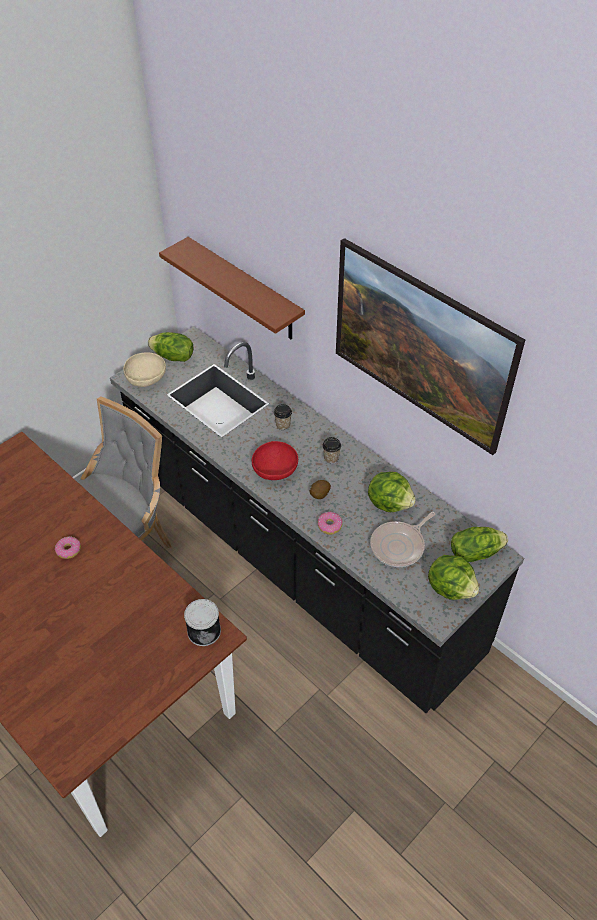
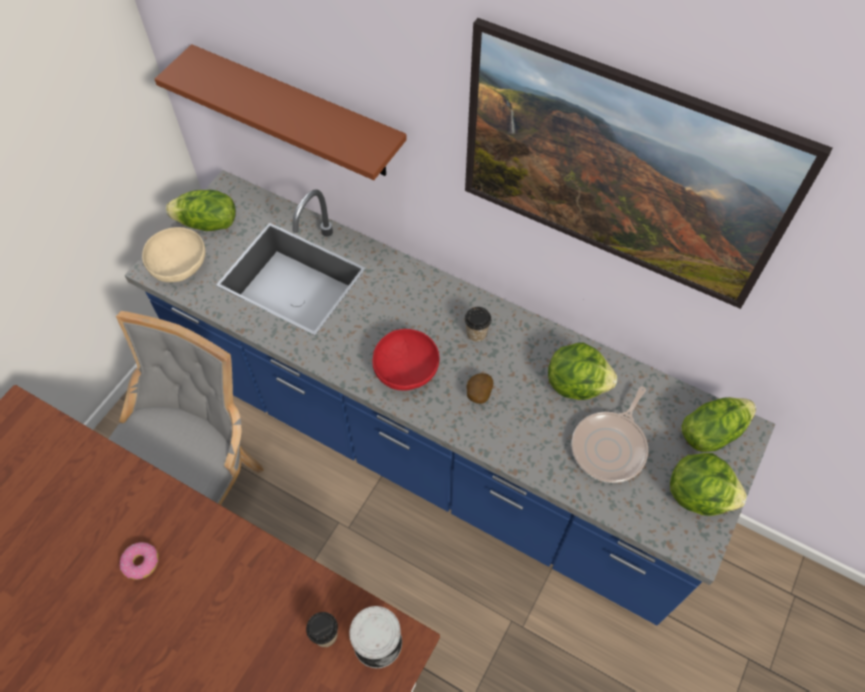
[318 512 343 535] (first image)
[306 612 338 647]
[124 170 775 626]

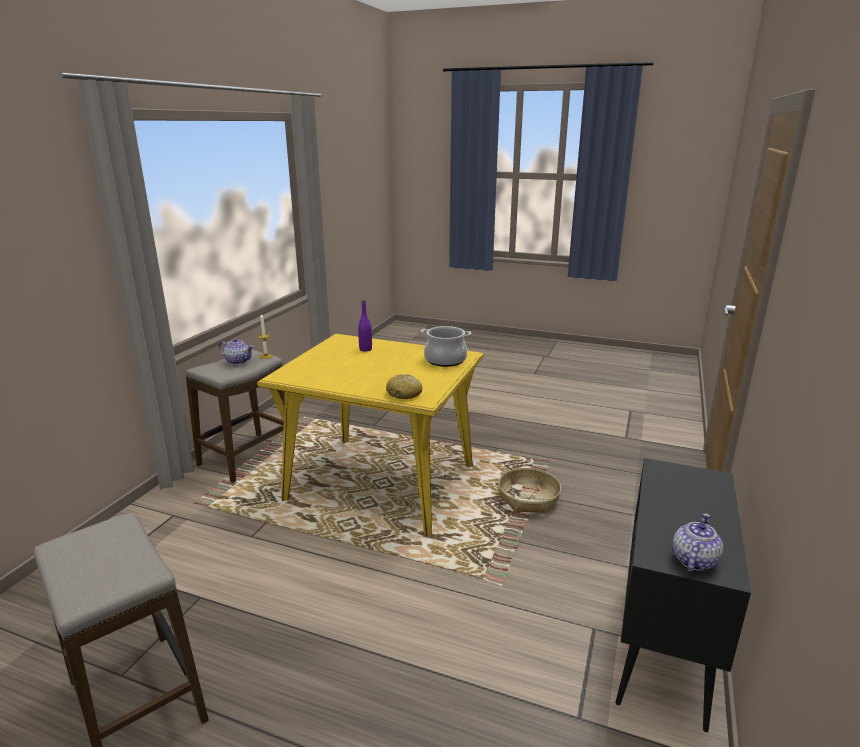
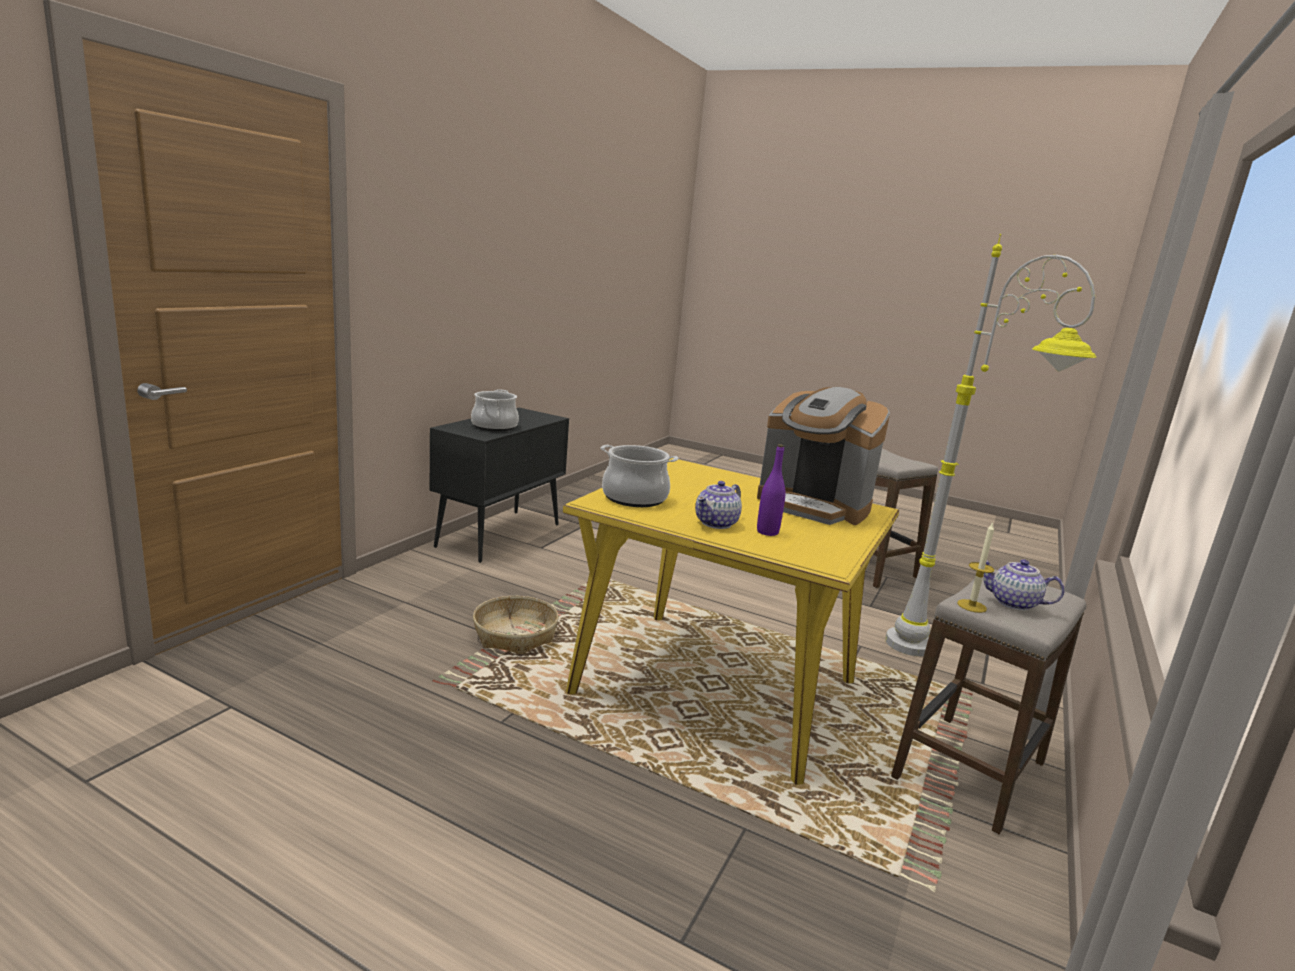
[386 374 422 399] (first image)
[471 389 519 432]
[757 387 890 525]
[885 234 1097 656]
[695 481 742 529]

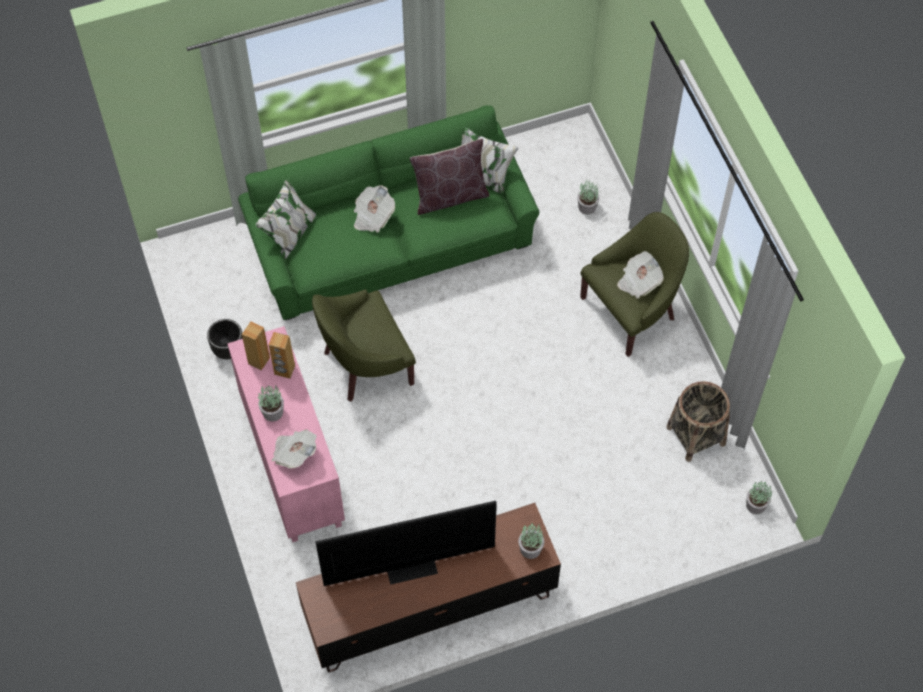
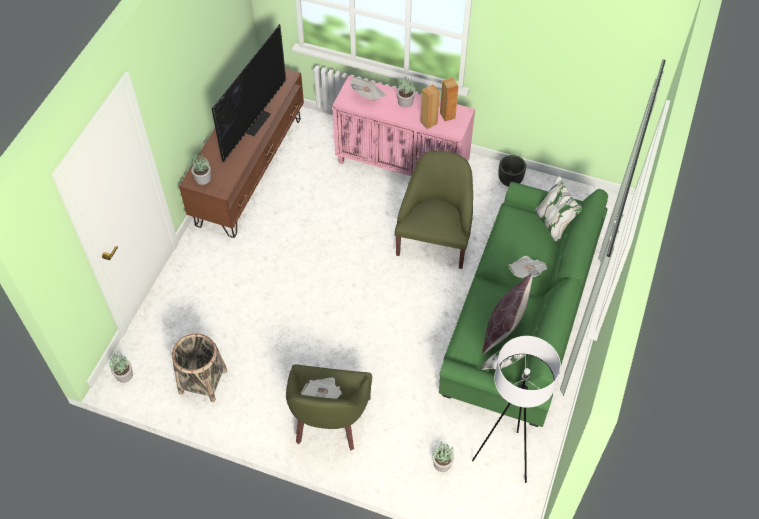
[472 336 561 483]

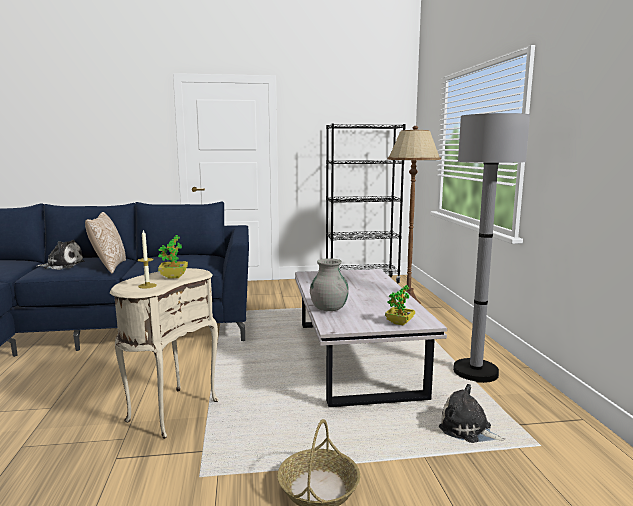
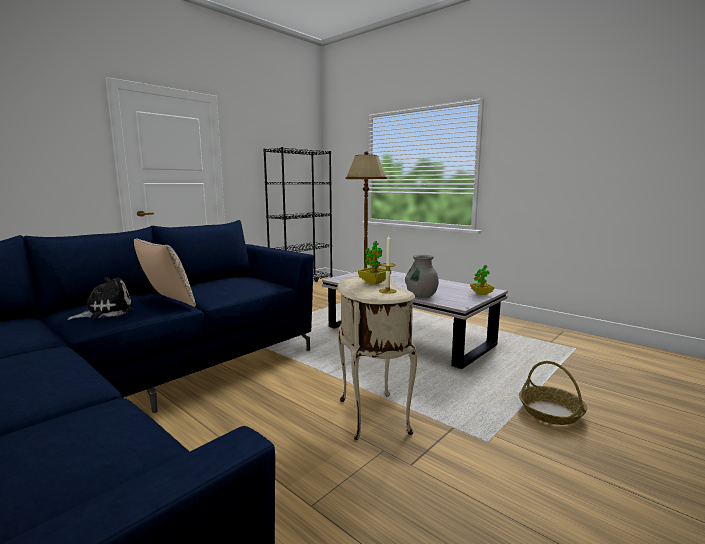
[439 384 506 443] (first image)
[453 113 530 383] (first image)

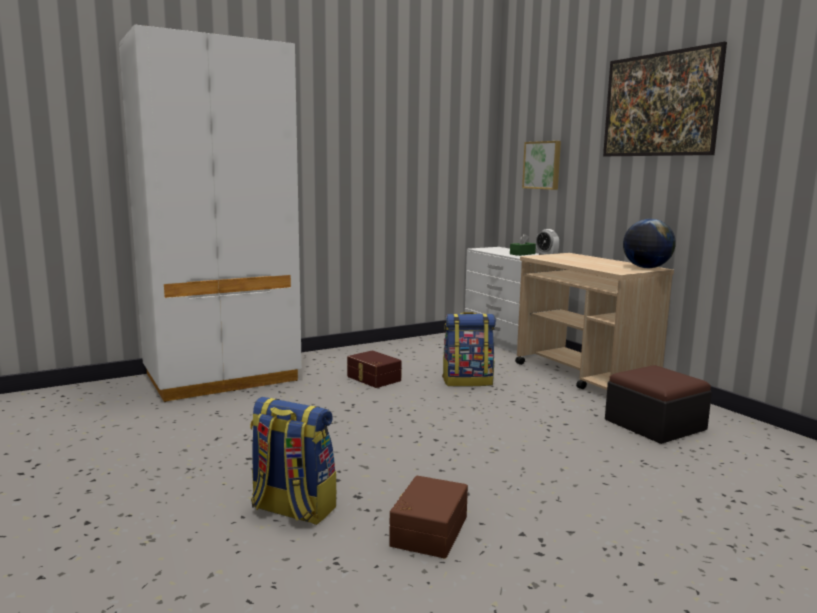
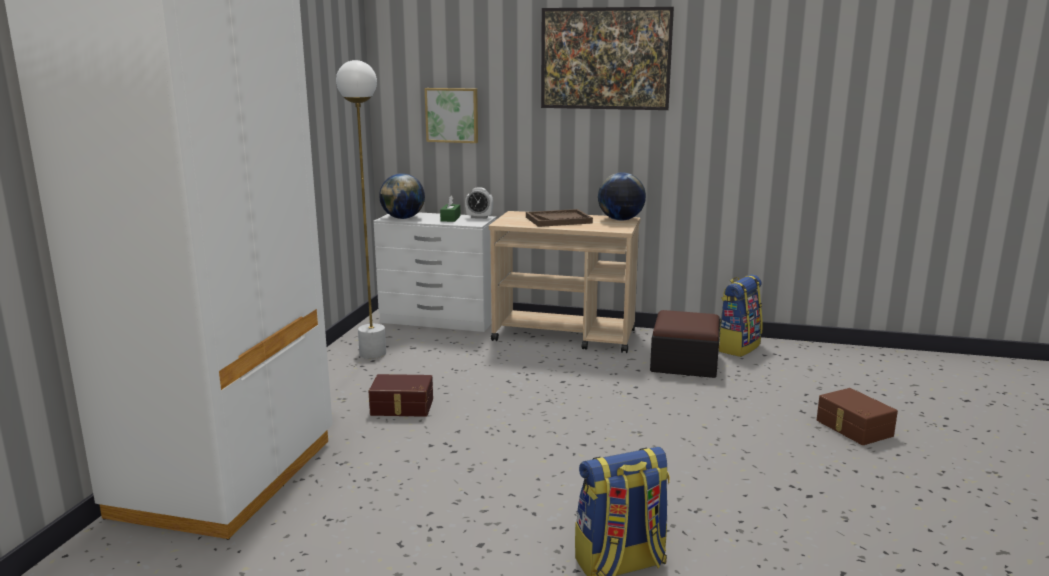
[336 60 386 359]
[379 173 425 219]
[526 209 593 227]
[817 388 898 445]
[719 274 763 357]

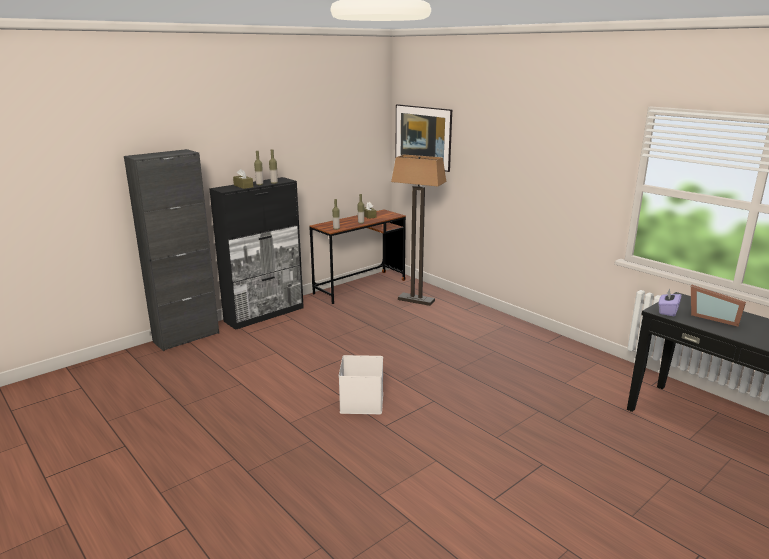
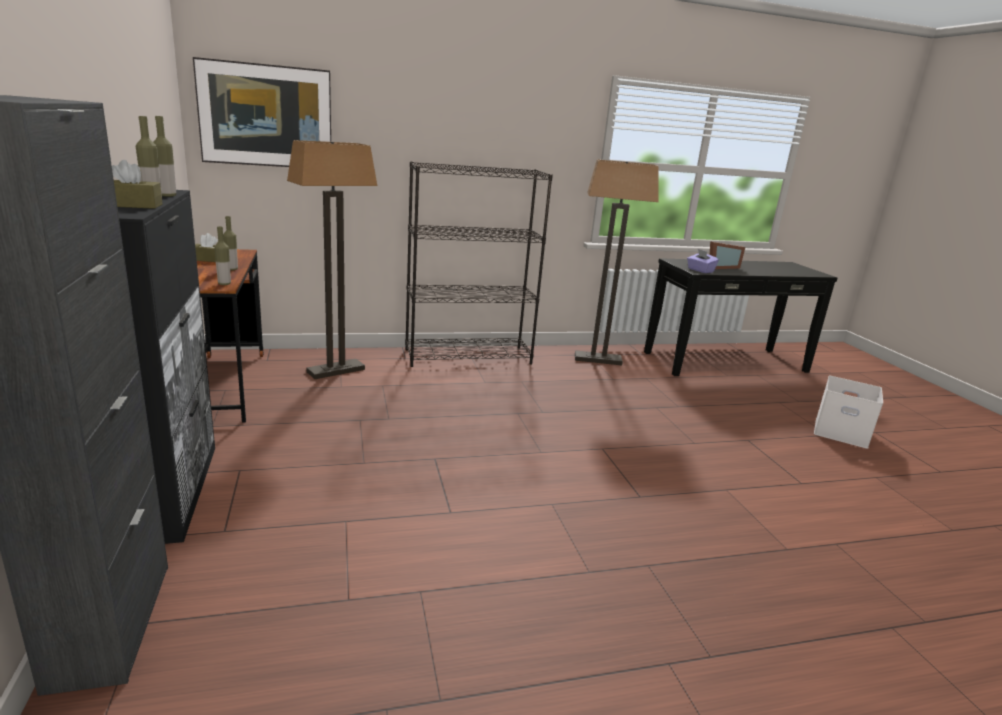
[405 161 553 367]
[575 159 659 365]
[814 376 883 449]

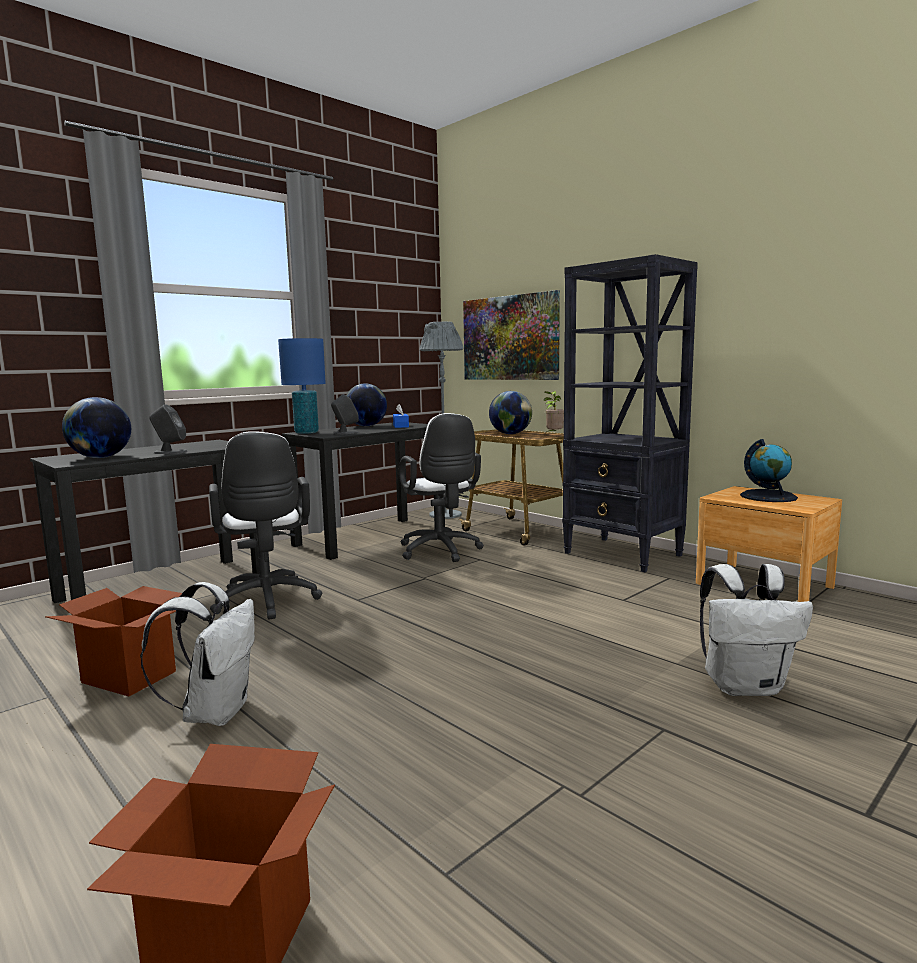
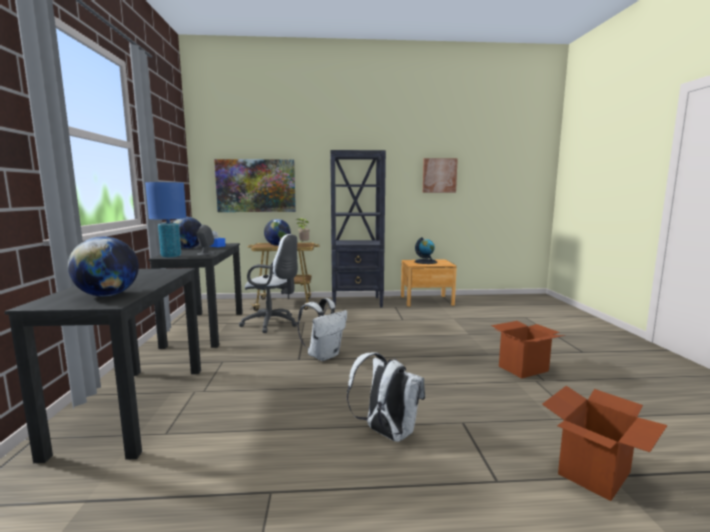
[149 404 188 454] (first image)
[209 431 322 619] (first image)
[419 321 463 519] (first image)
[423 158 458 193]
[491 321 565 378]
[298 298 347 361]

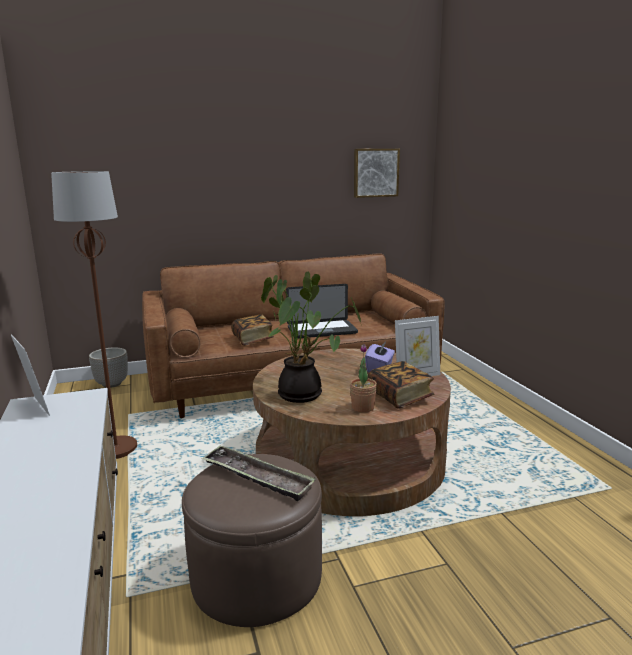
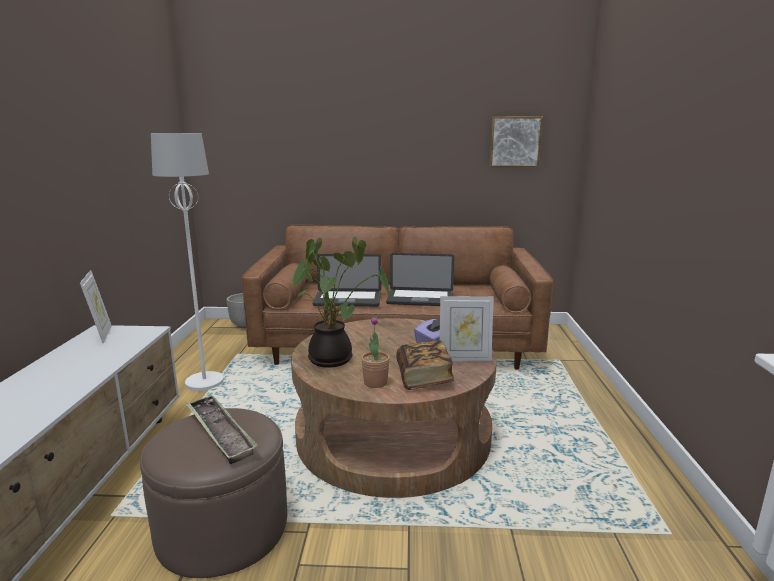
[312 254 381 307]
[151 133 224 391]

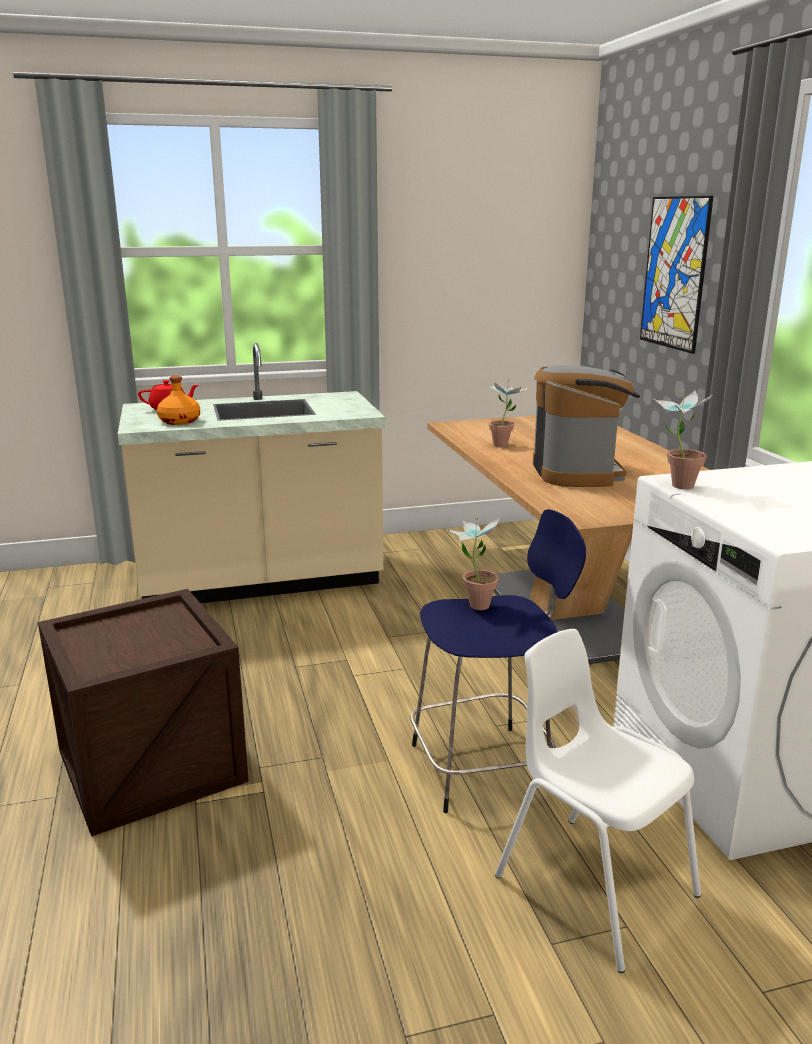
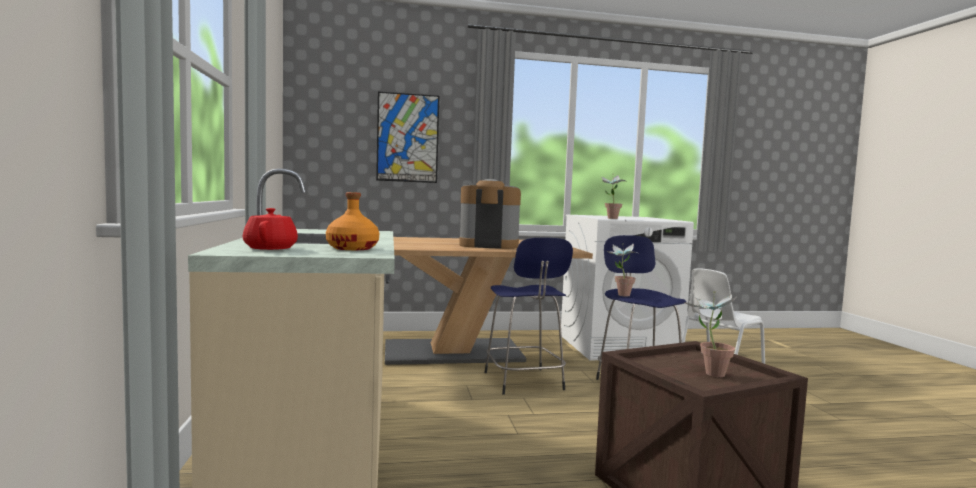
[484 238 573 395]
[683 291 737 377]

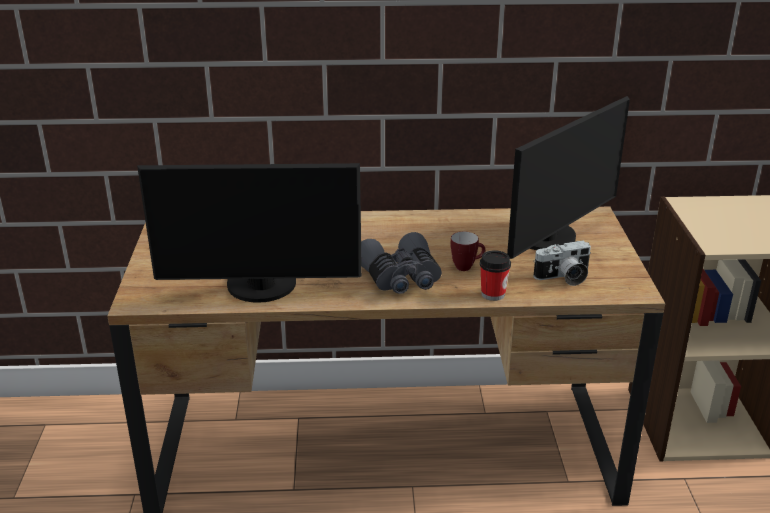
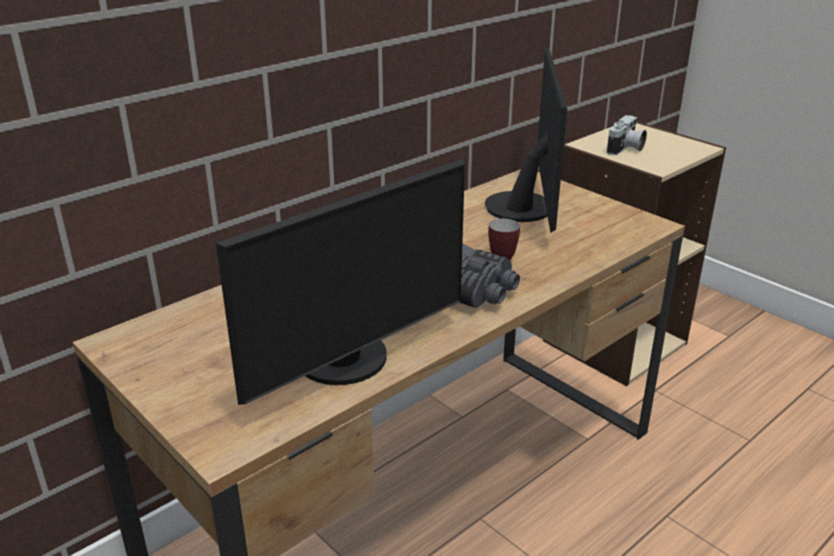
[480 250 511 301] (first image)
[607 115 647 155]

